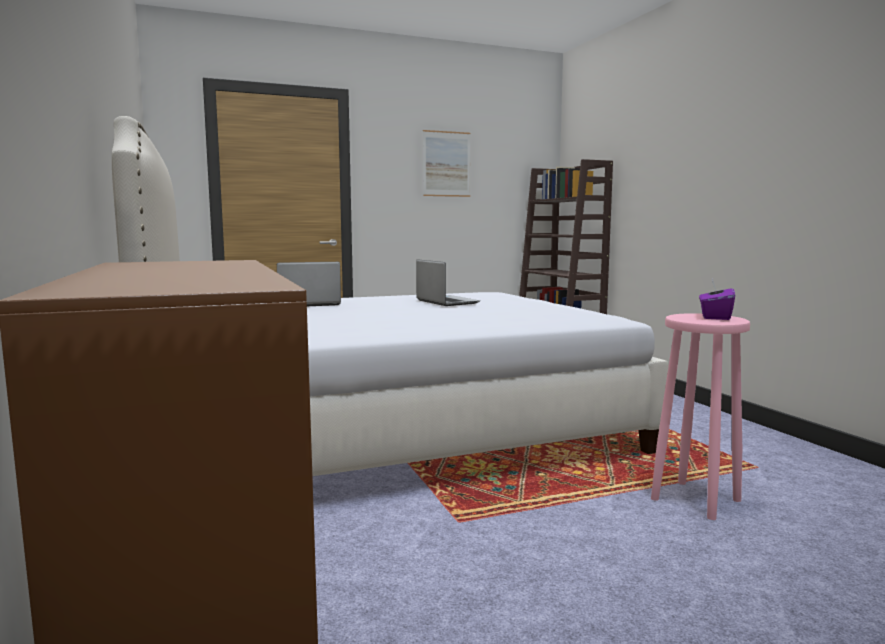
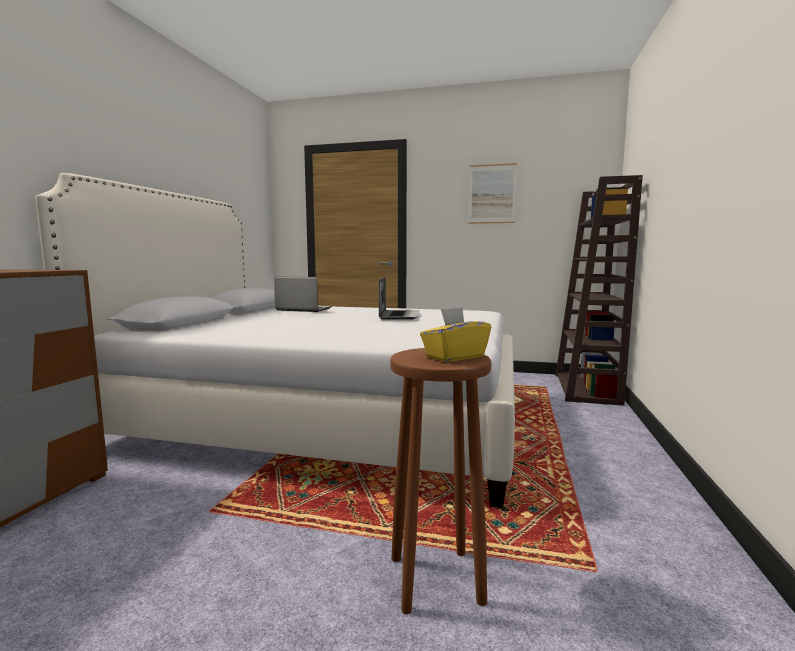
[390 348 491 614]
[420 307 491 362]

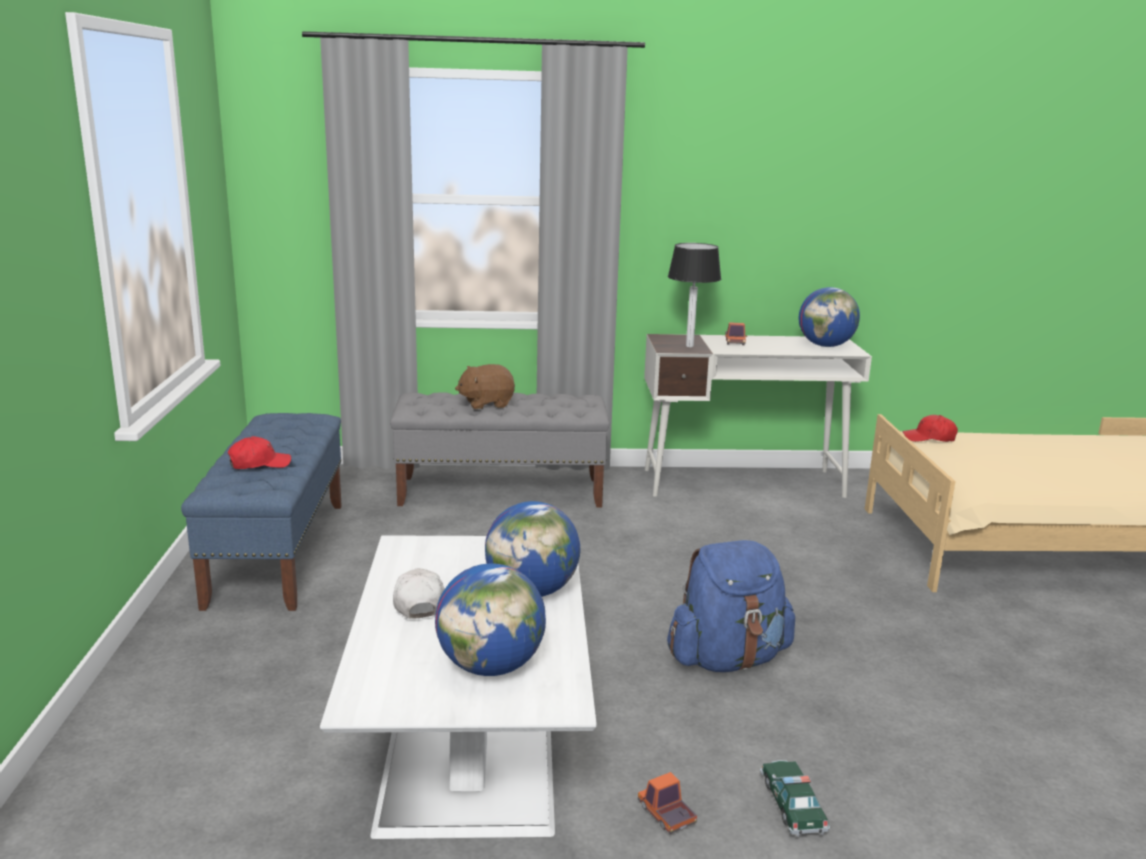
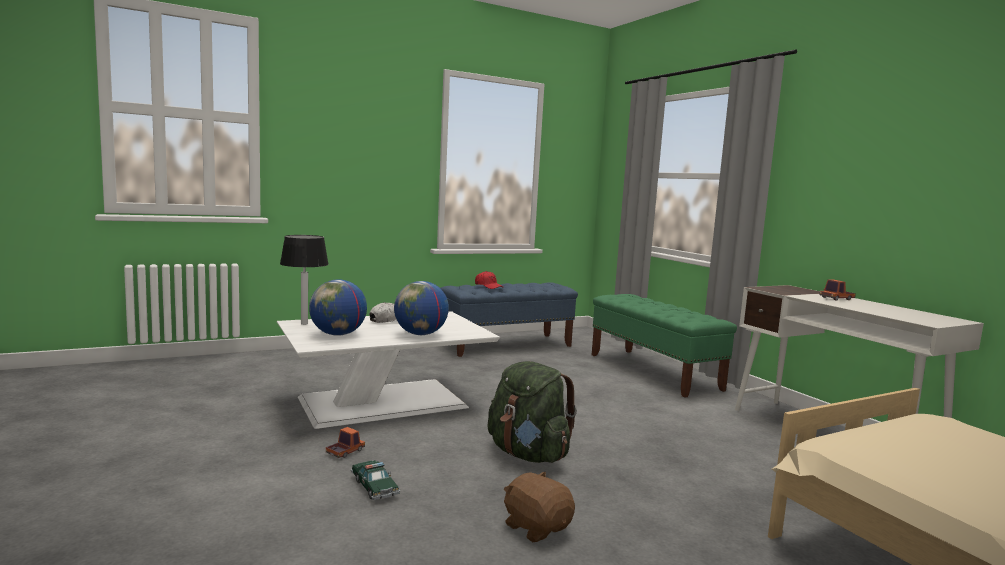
[799 287 860 347] (first image)
[903 415 958 442] (first image)
[503 472 575 542]
[280 235 329 325]
[592 294 737 398]
[487 361 577 463]
[351 460 400 500]

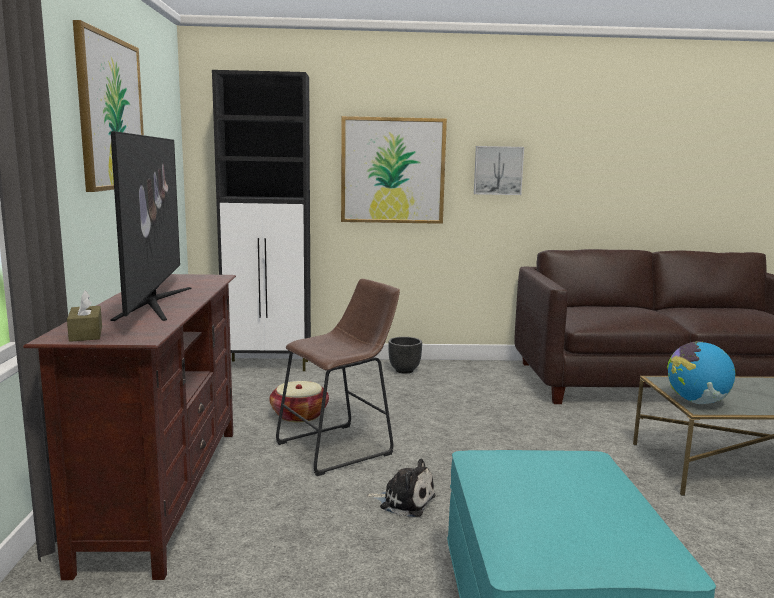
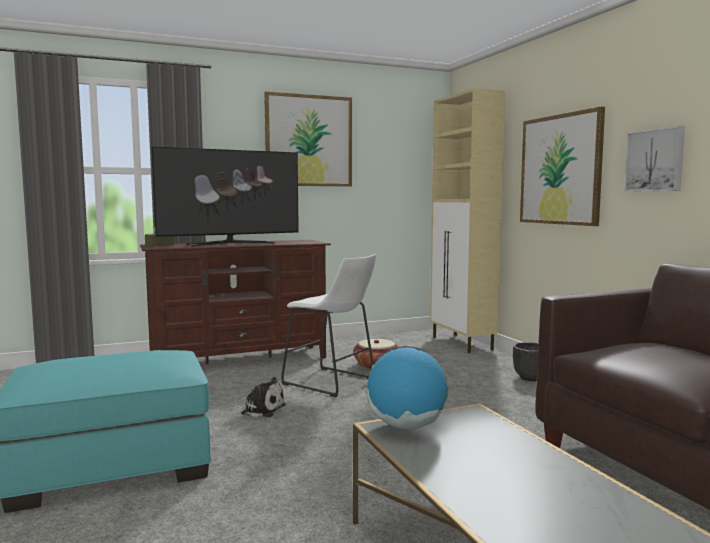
[430 88 505 353]
[281 254 376 397]
[232 377 286 418]

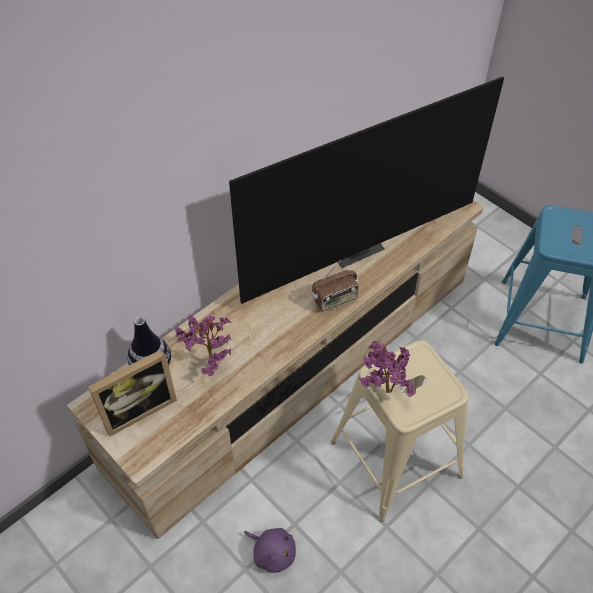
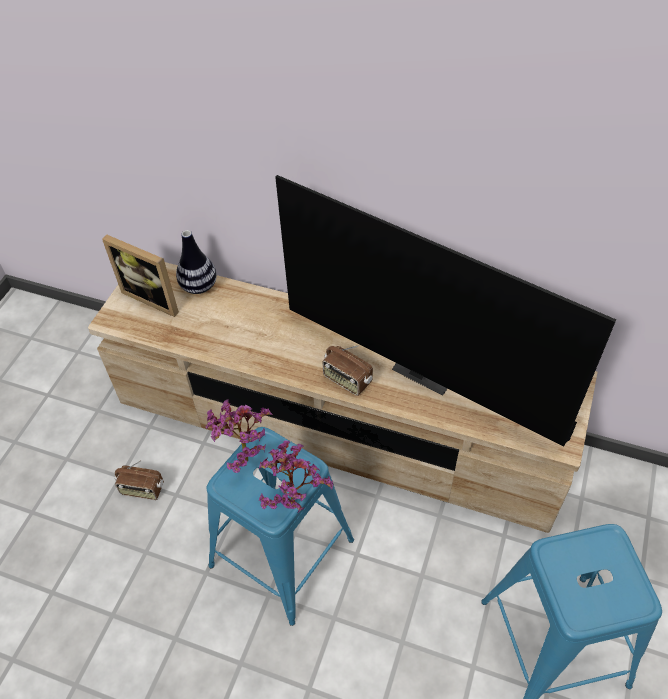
[259 440 333 512]
[115 460 164 500]
[207 427 354 626]

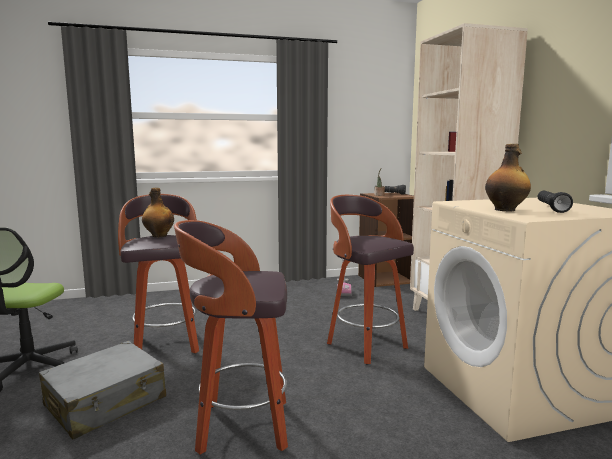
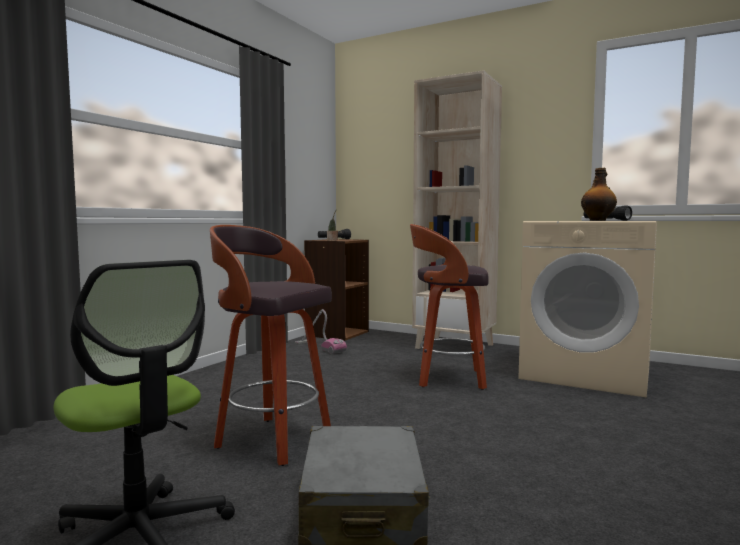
[142 188 174 237] (first image)
[174 220 288 455] (first image)

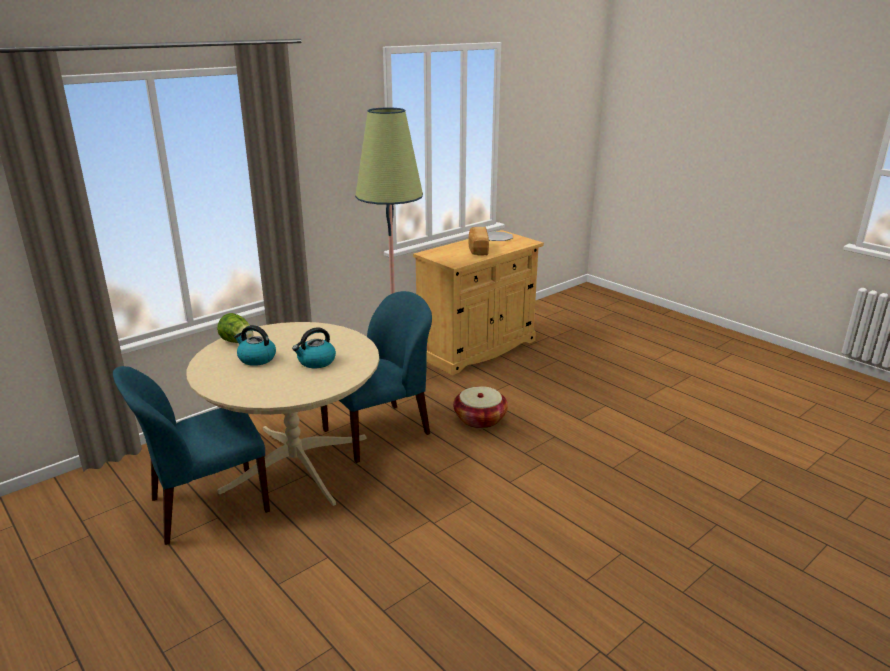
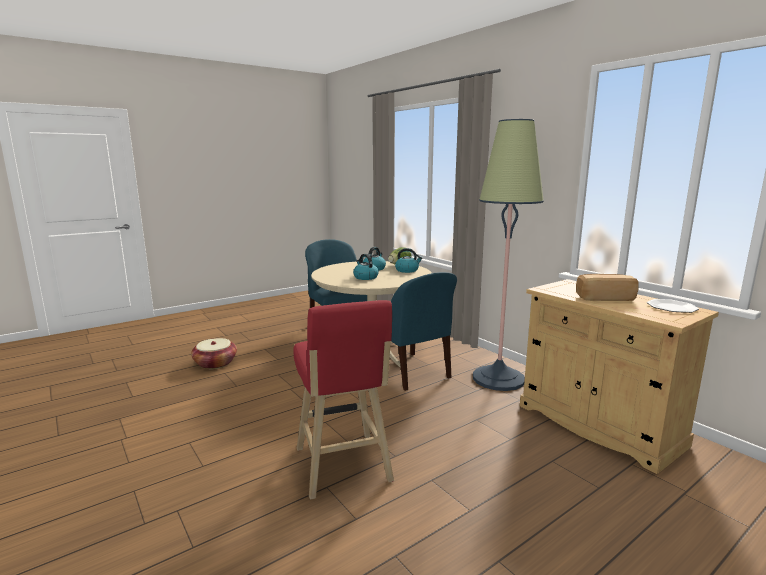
[293 300 394 500]
[395 248 423 273]
[191 338 237 369]

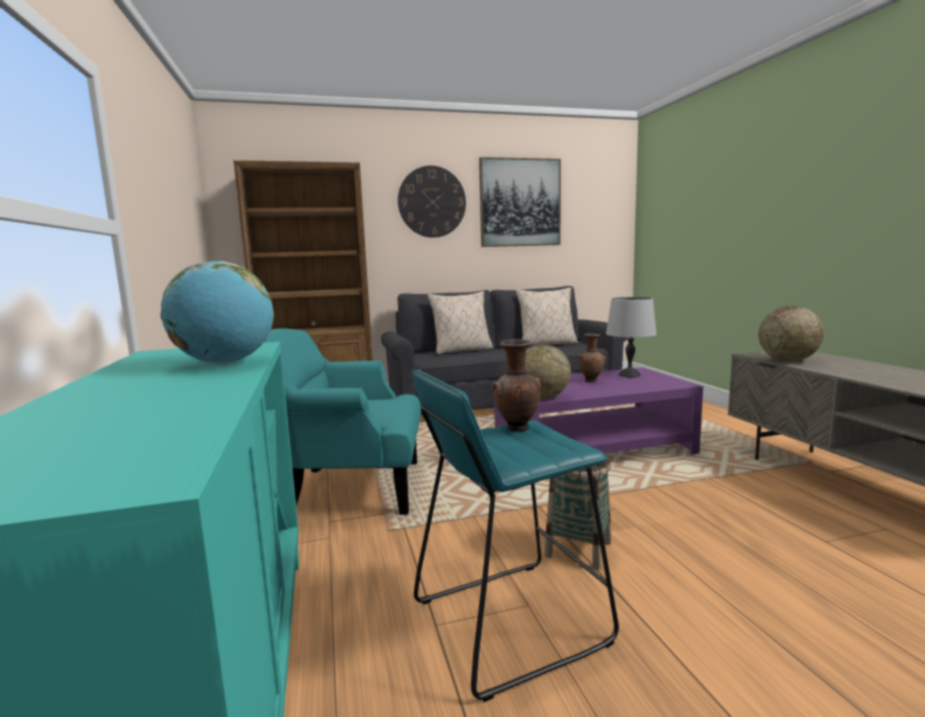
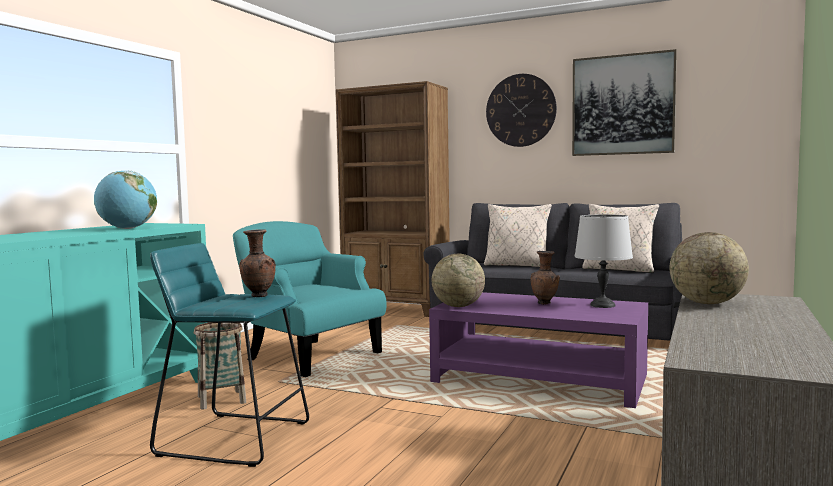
[194 322 246 410]

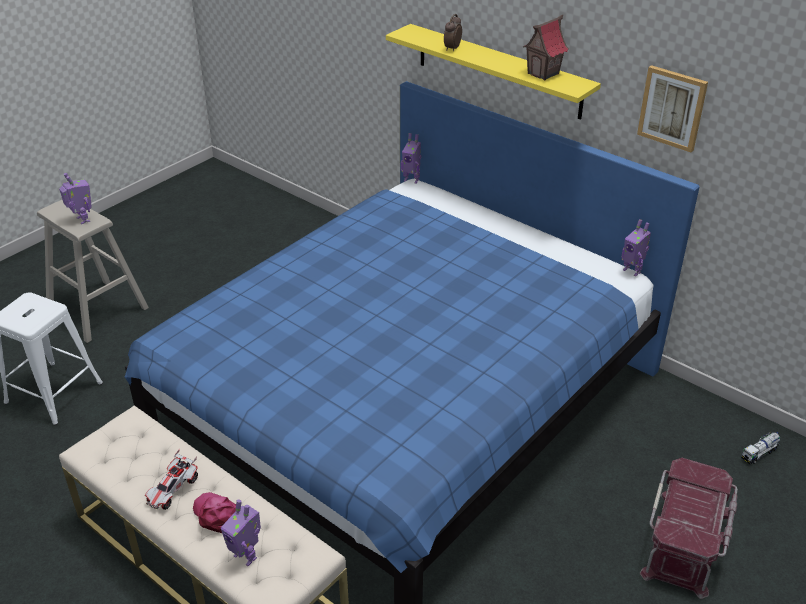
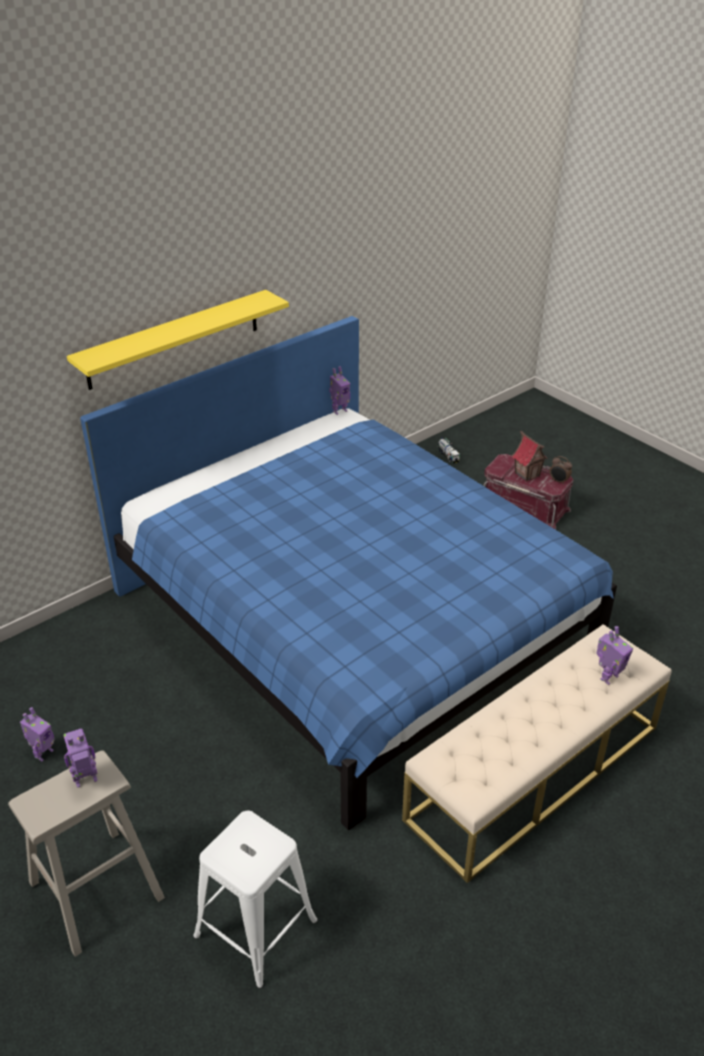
[145 449 198 510] (first image)
[193 492 236 533] (first image)
[637 65 708 152] (first image)
[20 707 54 761]
[549 456 572 485]
[512 430 548 482]

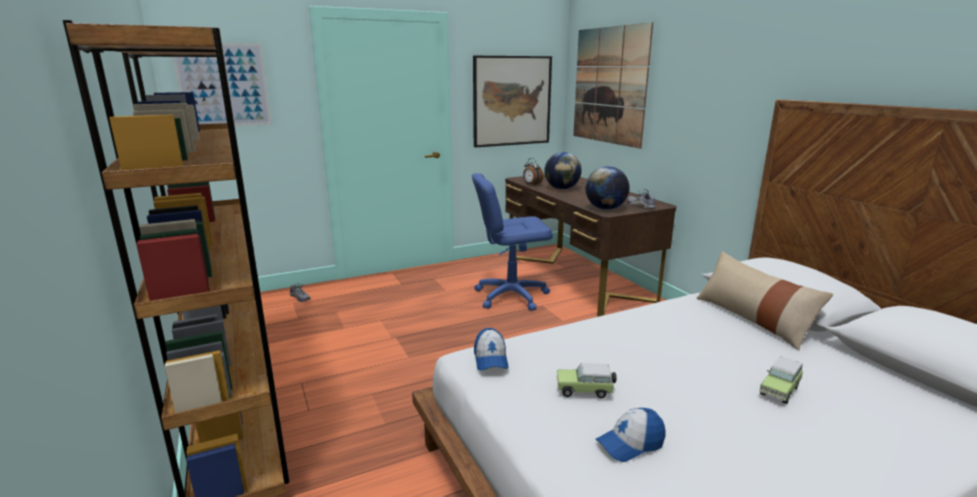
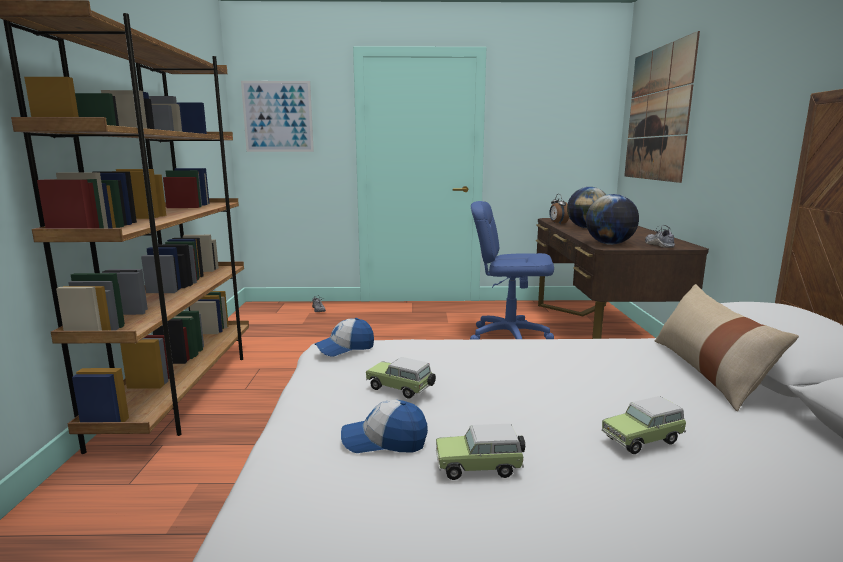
[473 56 552 148] (first image)
[436 424 525 480]
[315 318 374 357]

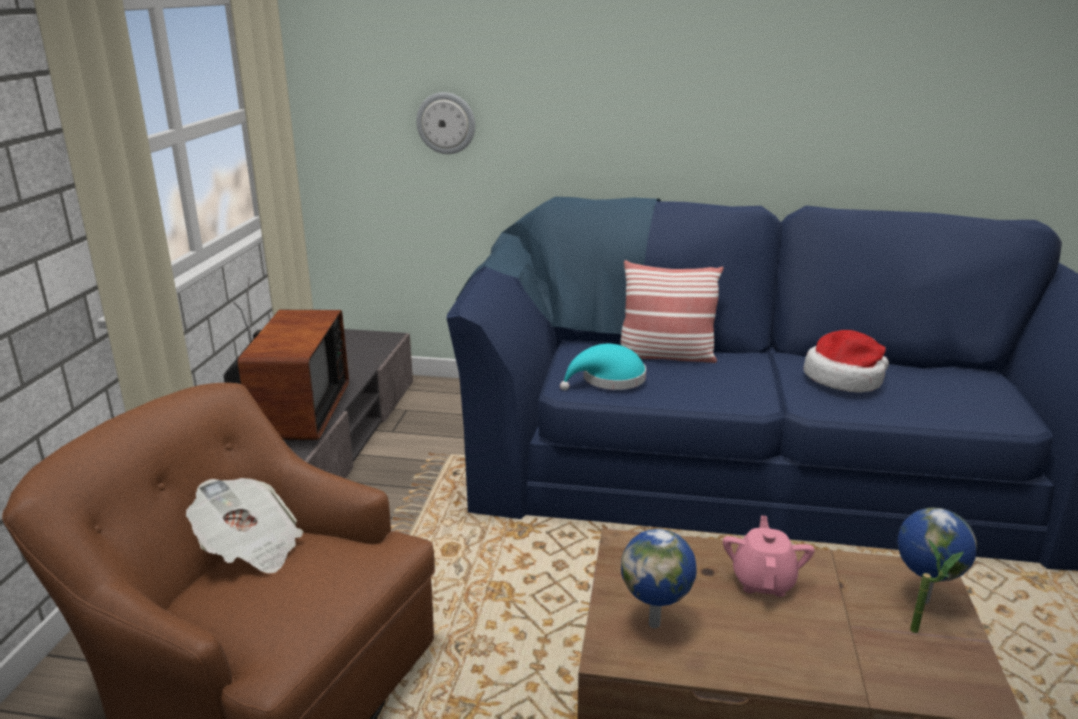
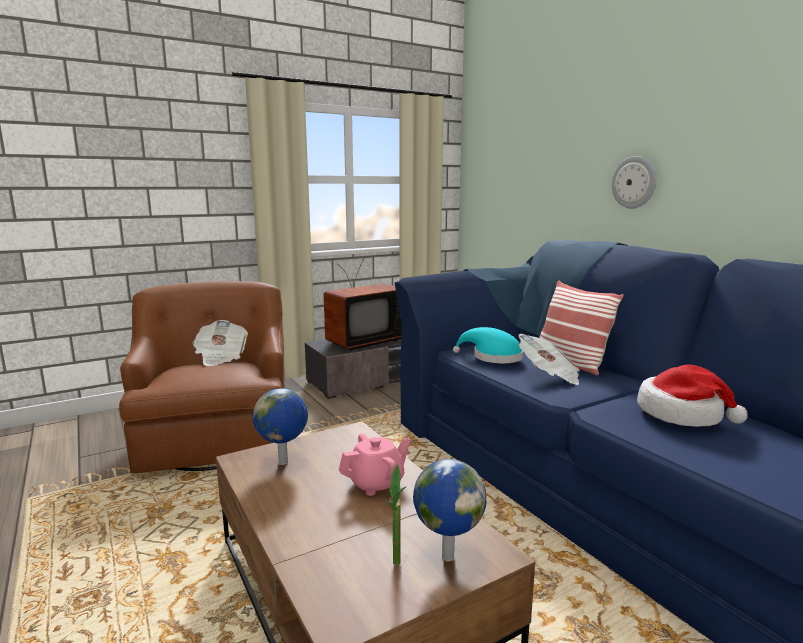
[519 334 579 385]
[612 156 657 209]

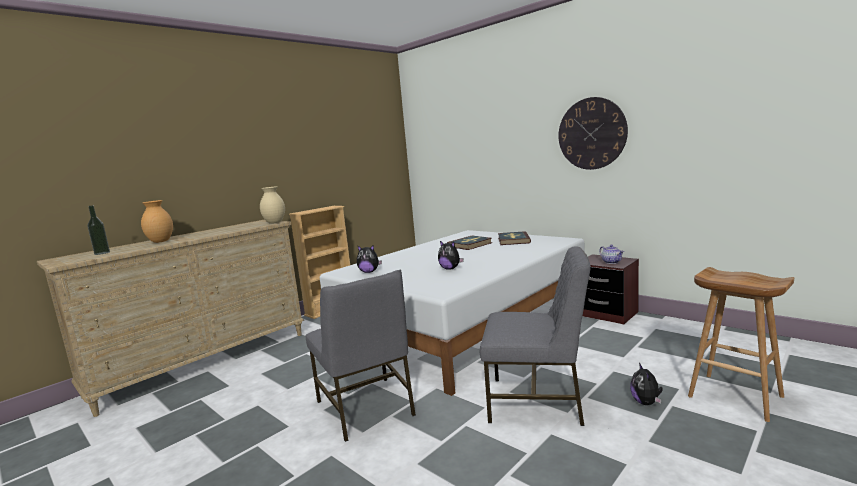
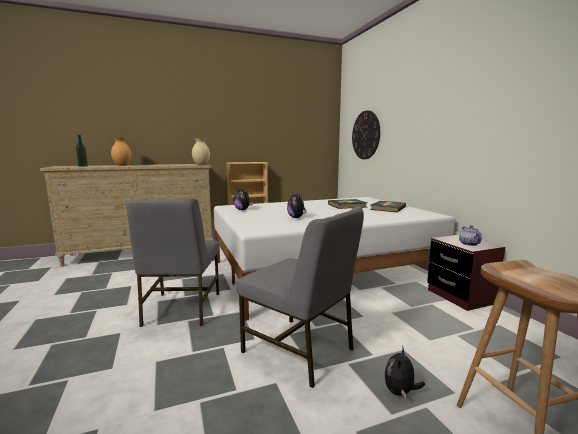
[352 110 380 159]

